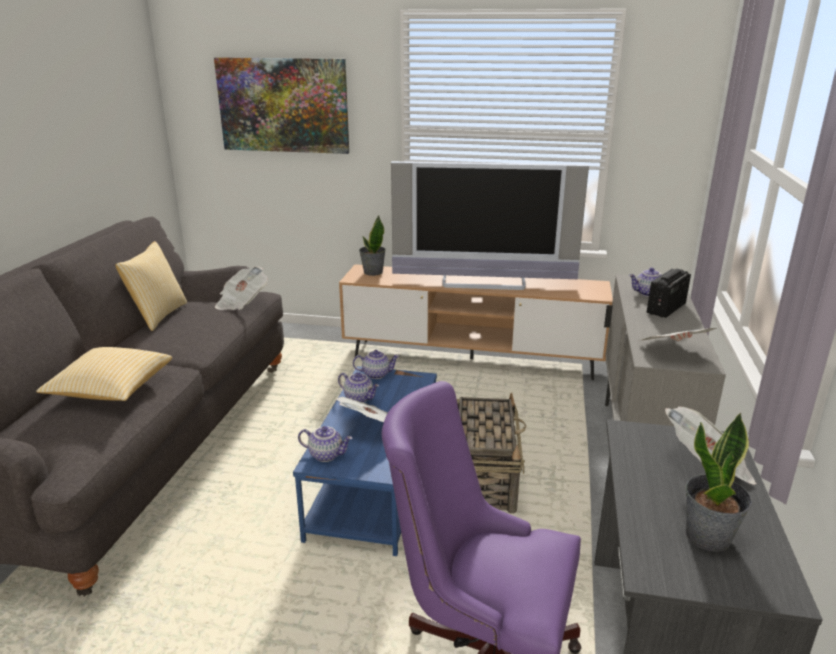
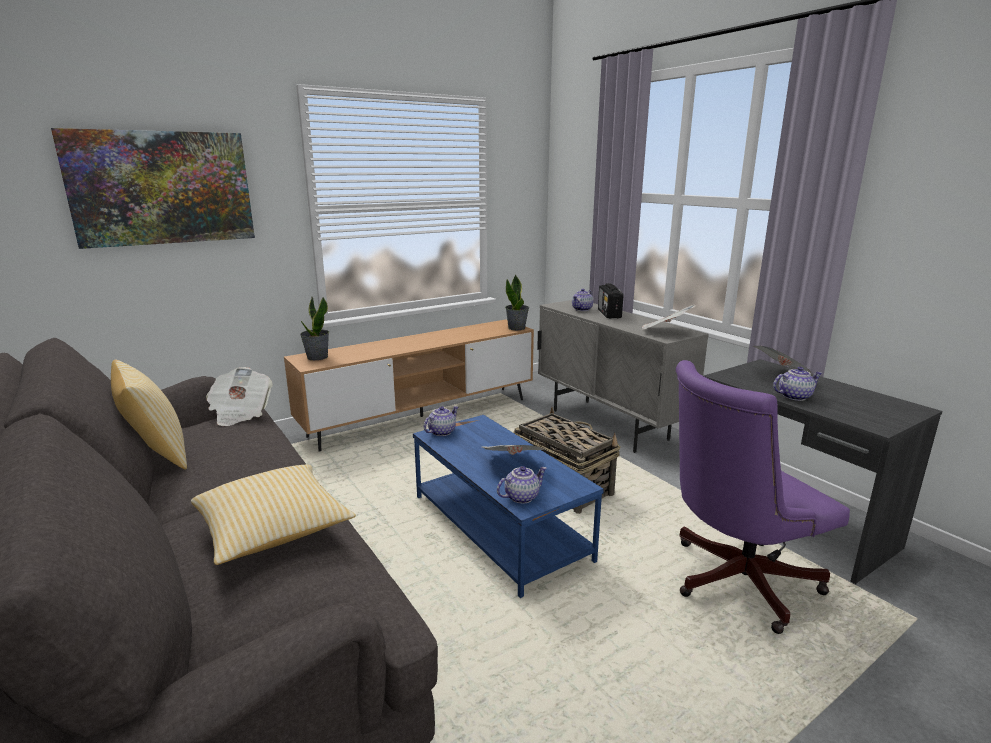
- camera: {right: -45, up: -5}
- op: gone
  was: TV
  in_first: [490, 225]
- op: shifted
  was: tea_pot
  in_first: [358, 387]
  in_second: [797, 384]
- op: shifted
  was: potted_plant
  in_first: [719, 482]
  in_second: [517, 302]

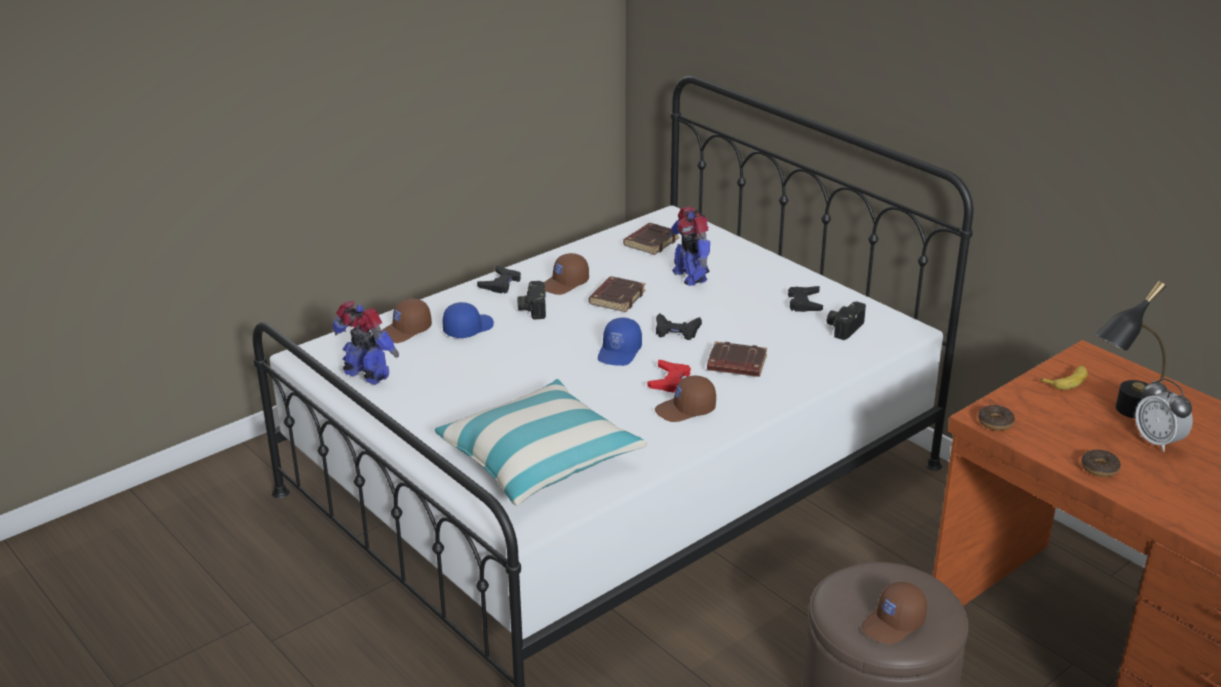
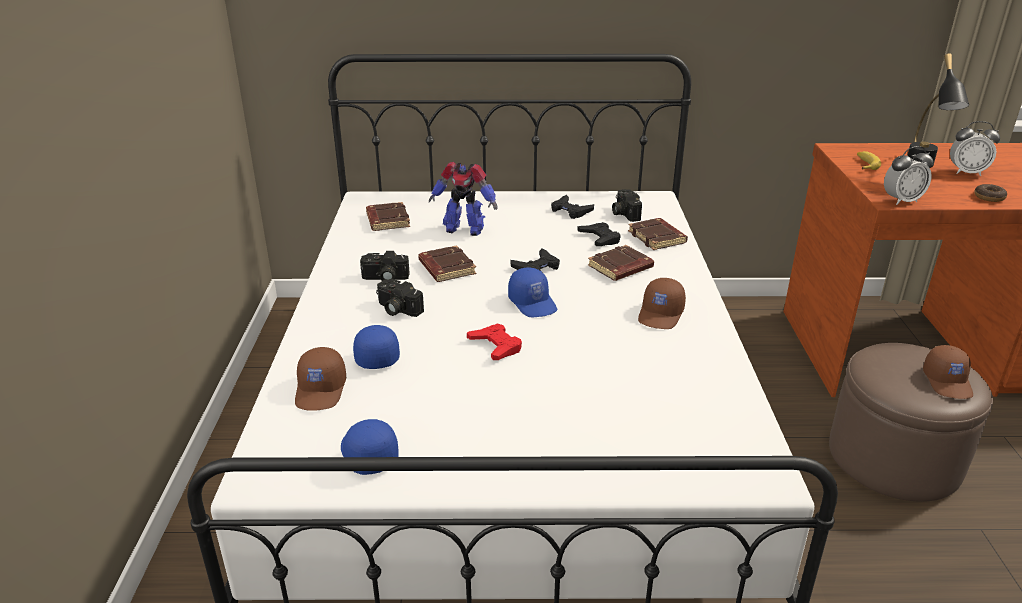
- camera: {right: -50, up: 0}
- op: gone
  was: throw_pillow
  in_first: [541, 442]
- op: new
  now: brown_book
  in_second: [658, 234]
- op: shifted
  was: blackish_game_controller
  in_first: [499, 279]
  in_second: [598, 234]
- op: shifted
  was: reddish_game_controller
  in_first: [669, 376]
  in_second: [494, 341]
- op: swapped
  was: robot_figure
  now: bluish_cap
  in_first: [366, 343]
  in_second: [370, 447]
- op: swapped
  was: brown_cap
  now: still_camera
  in_first: [566, 274]
  in_second: [385, 266]
- op: swapped
  was: ring_doughnut
  now: bedside_clock
  in_first: [996, 418]
  in_second: [909, 175]

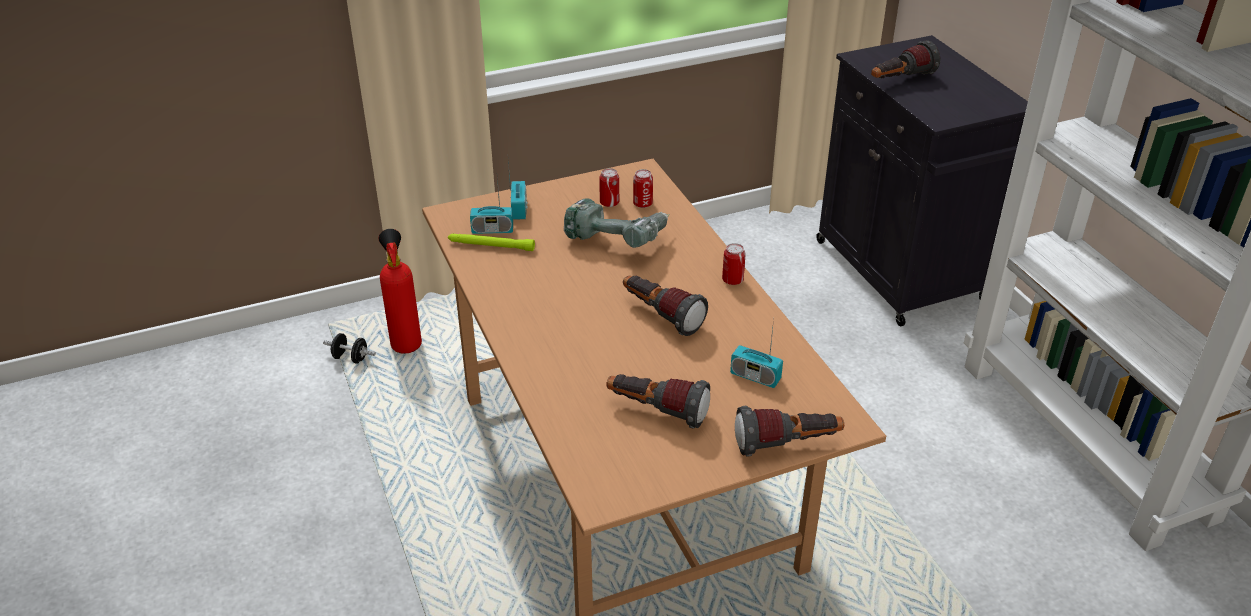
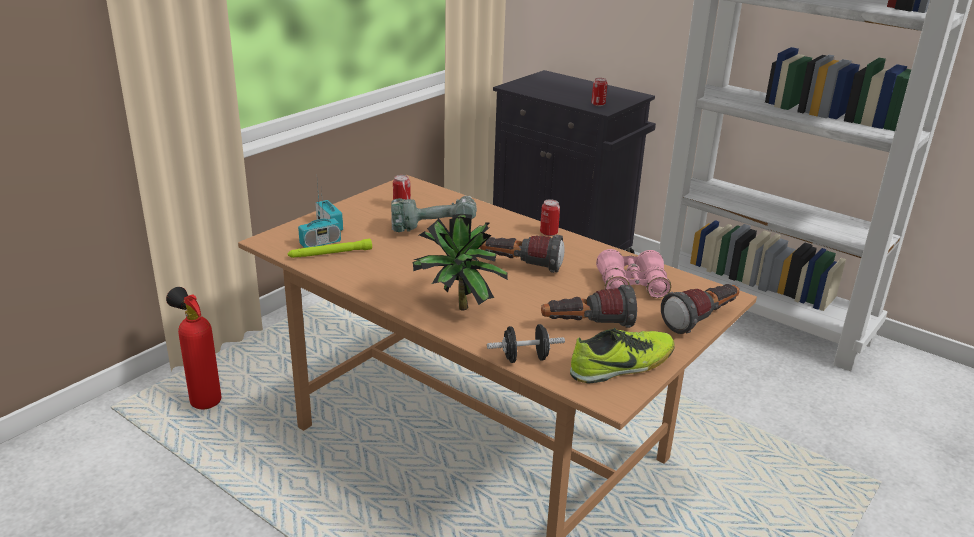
- camera: {right: -30, up: -10}
- op: gone
  was: flashlight
  in_first: [905, 59]
- op: new
  now: potted_plant
  in_second: [460, 262]
- op: new
  now: item_of_footwear
  in_second: [622, 356]
- op: shifted
  was: blackish_hand_weight
  in_first: [349, 348]
  in_second: [526, 343]
- op: shifted
  was: can
  in_first: [643, 188]
  in_second: [599, 92]
- op: swapped
  was: radio
  now: pink-coloured_pair_of_binoculars
  in_first: [756, 353]
  in_second: [633, 273]

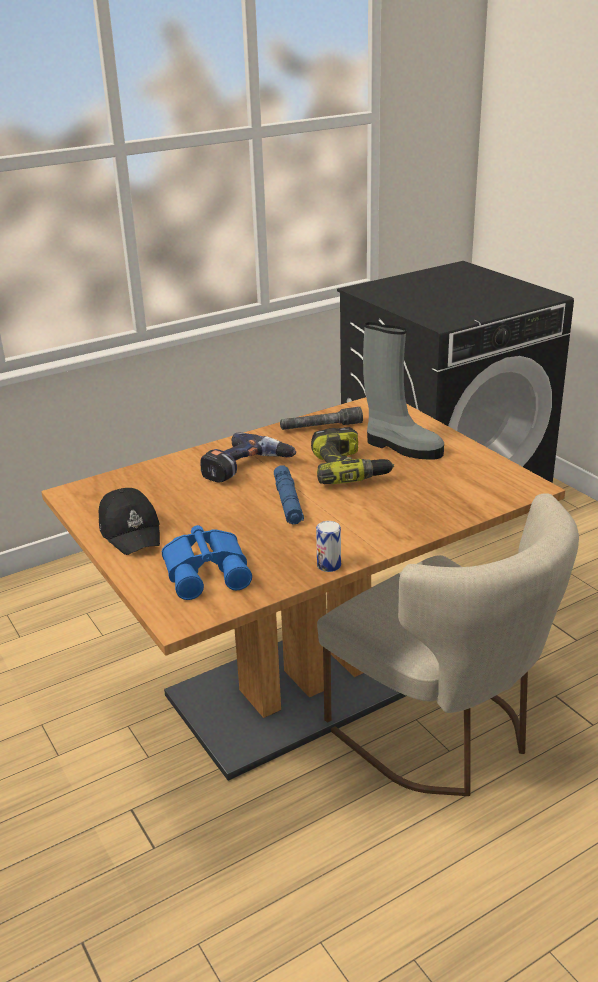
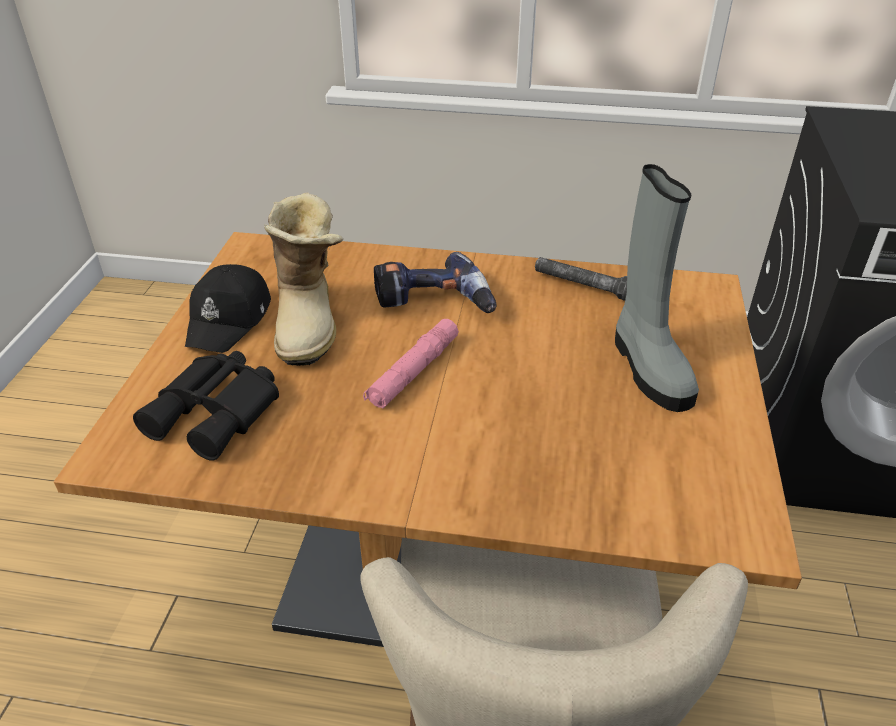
- camera: {right: 40, up: 10}
- op: gone
  was: drill
  in_first: [352, 455]
- op: gone
  was: can
  in_first: [328, 546]
- op: new
  now: tall_boot
  in_second: [303, 279]
- op: repainted
  was: bluish_pair_of_binoculars
  now: blackish_pair_of_binoculars
  in_first: [207, 562]
  in_second: [206, 406]
- op: repainted
  was: bluish_flashlight
  now: pink-coloured_flashlight
  in_first: [289, 494]
  in_second: [411, 363]

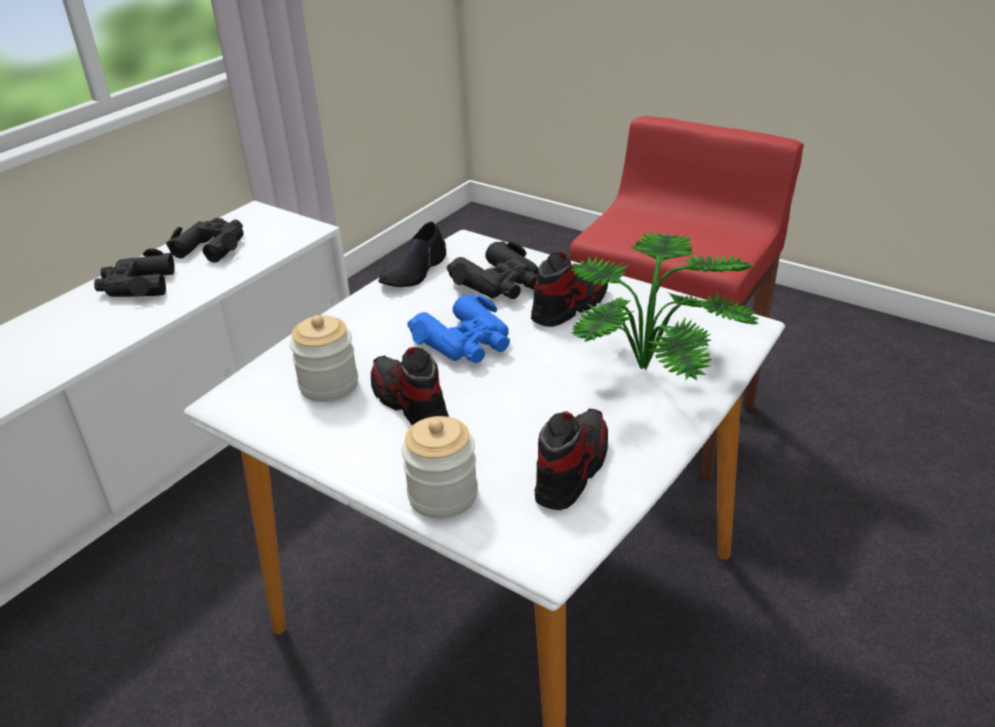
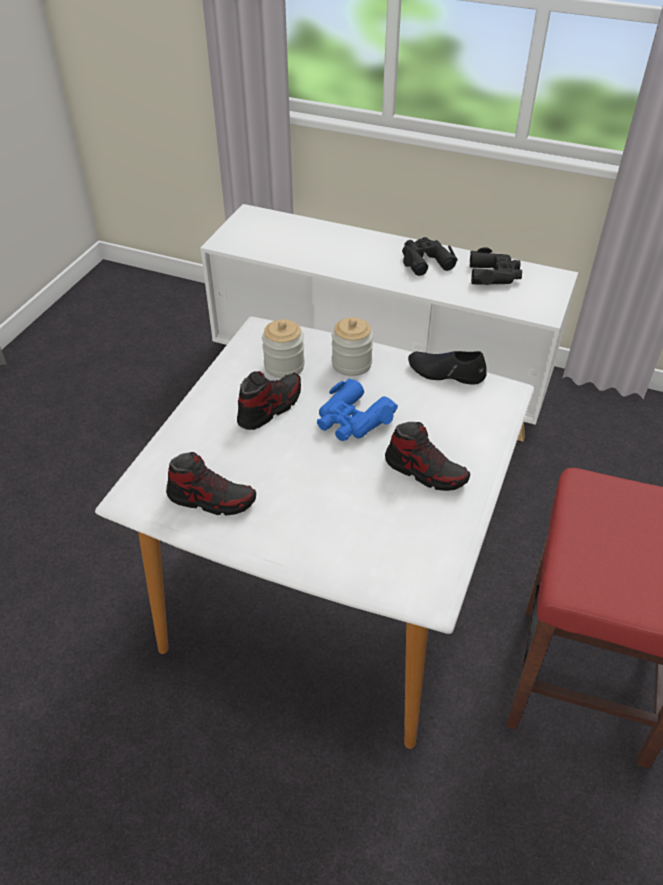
- camera: {right: 75, up: 10}
- op: gone
  was: blackish_pair_of_binoculars
  in_first: [492, 270]
- op: gone
  was: potted_plant
  in_first: [664, 306]
- op: shifted
  was: storage_jar
  in_first: [440, 467]
  in_second: [352, 346]

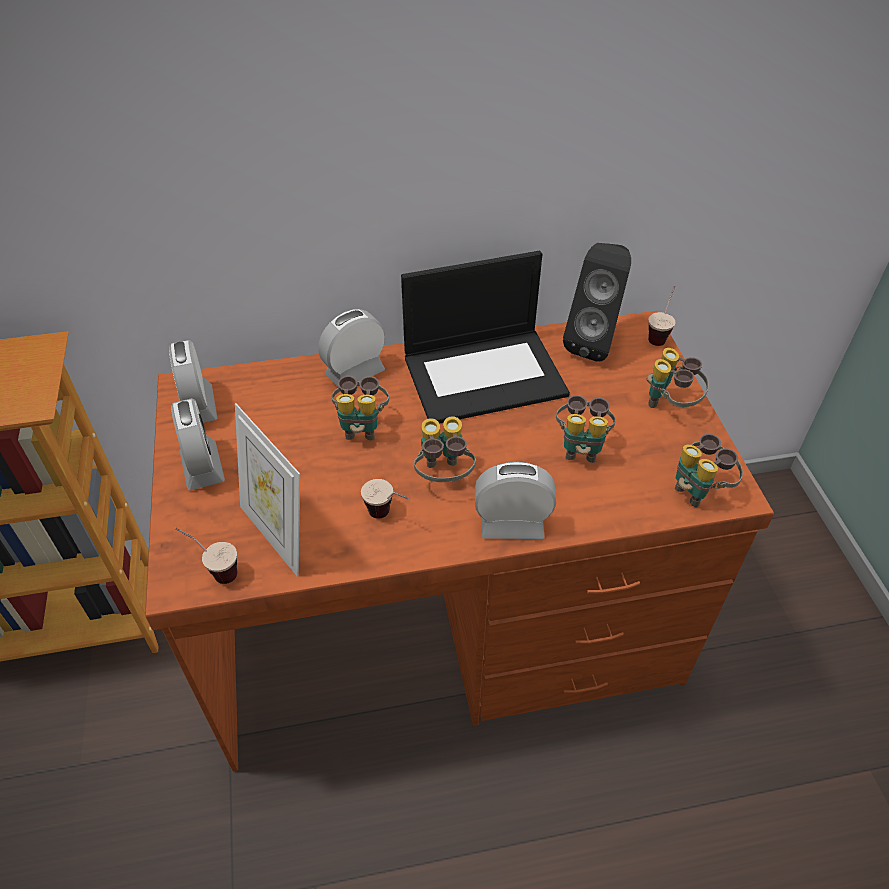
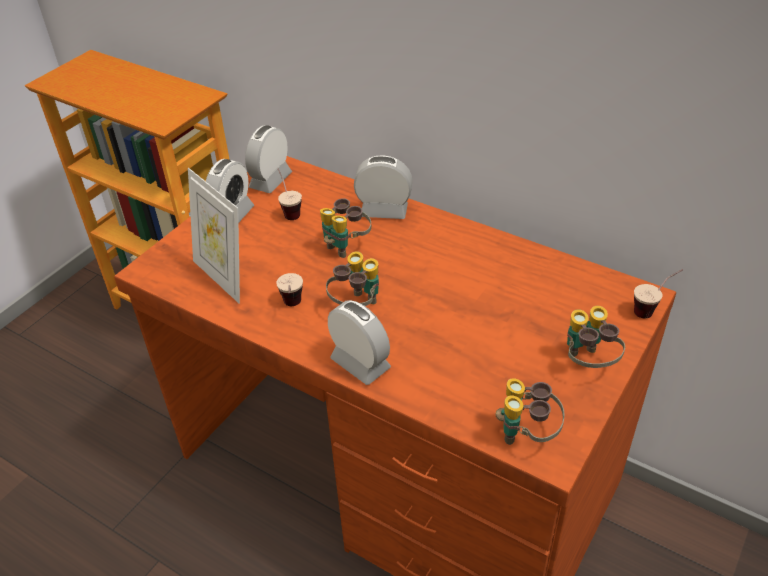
- camera: {right: 45, up: -5}
- op: gone
  was: portable_computer
  in_first: [485, 337]
- op: gone
  was: pair_of_binoculars
  in_first: [586, 429]
- op: gone
  was: blackish_loudspeaker
  in_first: [597, 302]
- op: shifted
  was: drinking_cup
  in_first: [206, 556]
  in_second: [289, 194]
- op: rotated
  was: picture_frame
  in_first: [267, 490]
  in_second: [214, 235]
  clockwise: -45

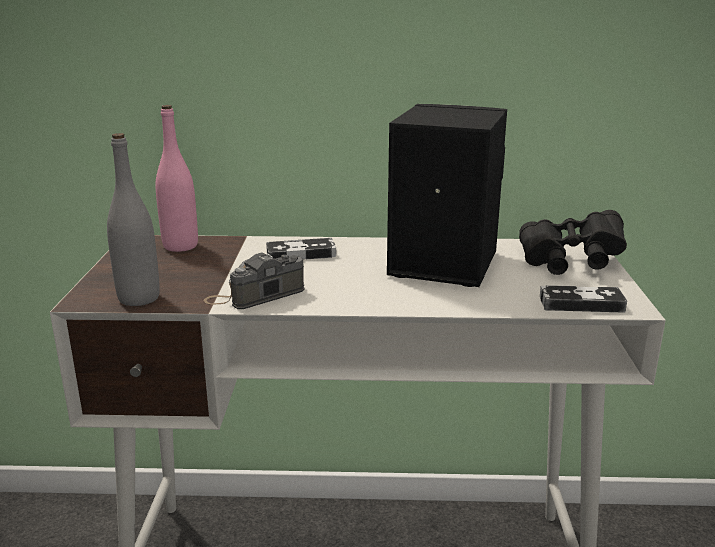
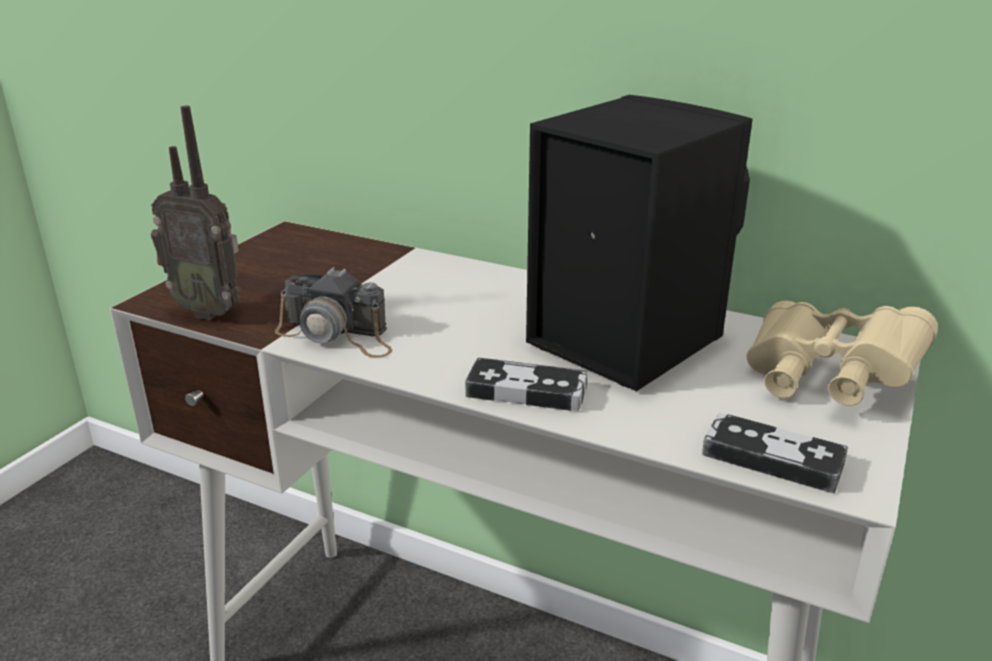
- camera: {right: 25, up: 5}
- op: gone
  was: pink-coloured_bottle
  in_first: [177, 178]
- op: shifted
  was: game_controller
  in_first: [301, 248]
  in_second: [526, 384]
- op: swapped
  was: gray_bottle
  now: radio
  in_first: [133, 219]
  in_second: [196, 213]
- op: repainted
  was: blackish_pair_of_binoculars
  now: beige-coloured_pair_of_binoculars
  in_first: [573, 242]
  in_second: [842, 353]
- op: rotated
  was: still_camera
  in_first: [254, 280]
  in_second: [333, 312]
  clockwise: -150

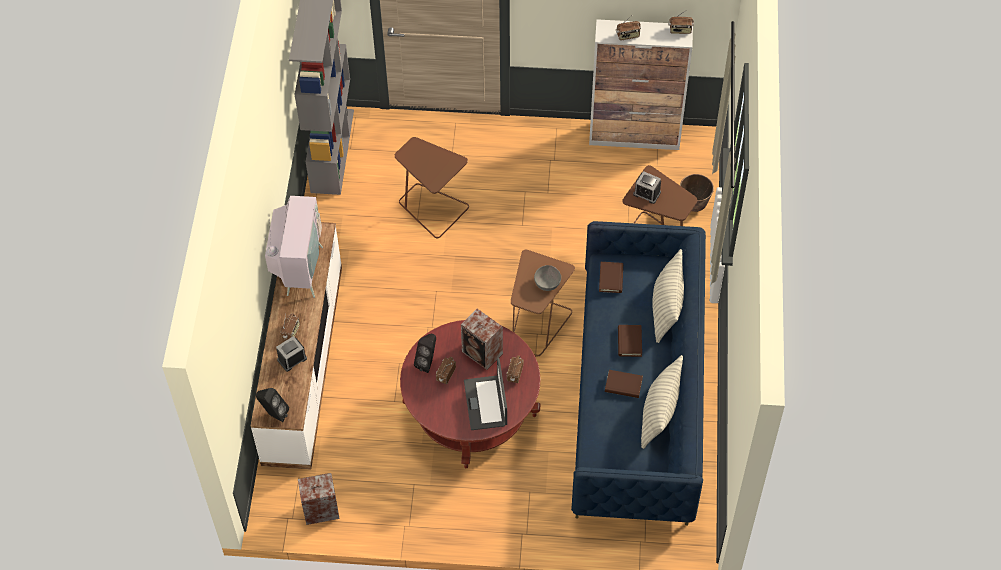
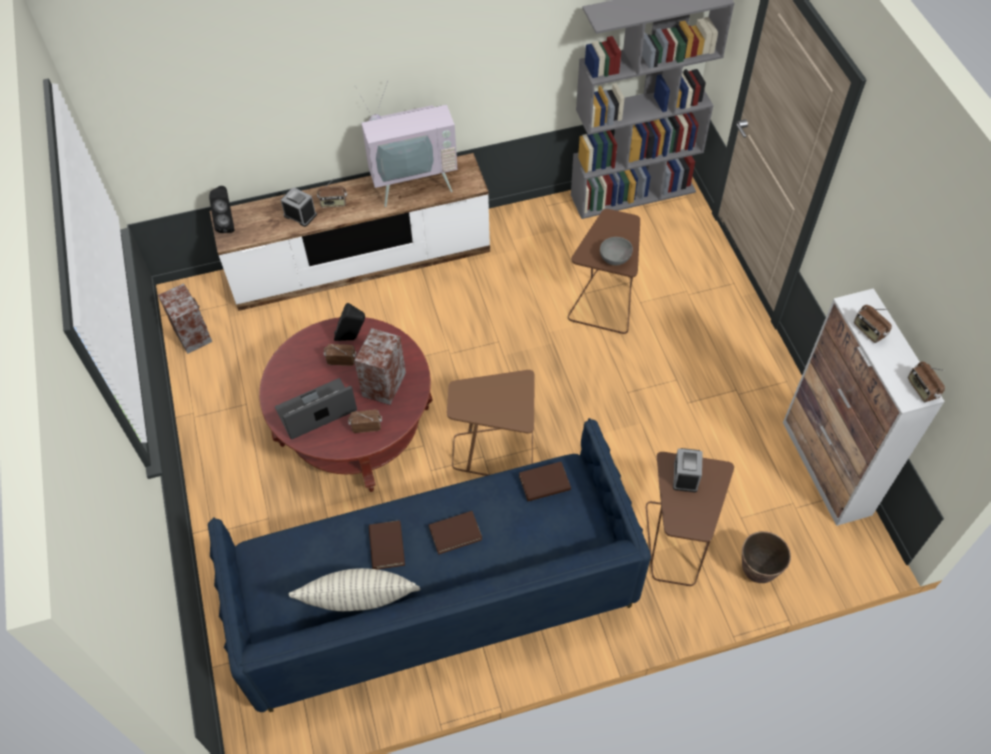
- camera: {right: 70, up: 0}
- op: gone
  was: throw_pillow
  in_first: [668, 296]
- op: shifted
  was: gray_serving_bowl
  in_first: [547, 278]
  in_second: [616, 251]

